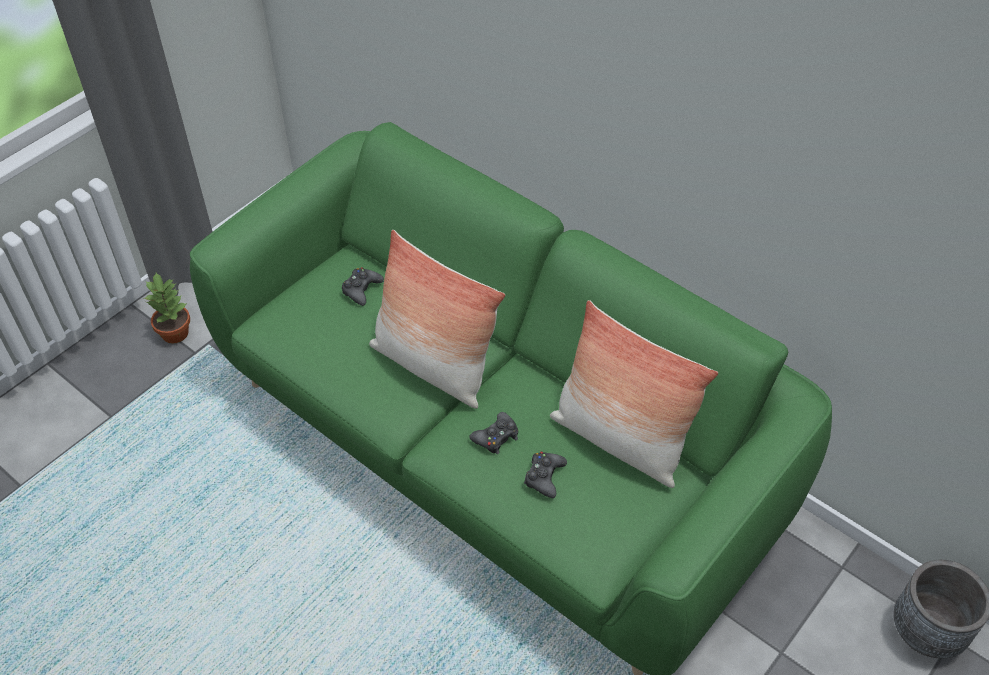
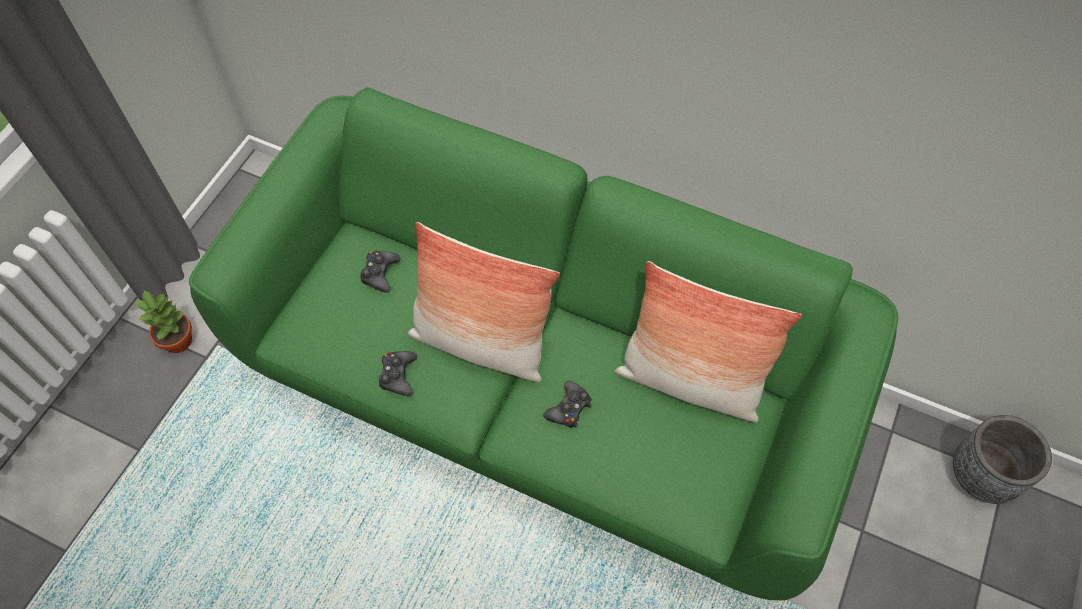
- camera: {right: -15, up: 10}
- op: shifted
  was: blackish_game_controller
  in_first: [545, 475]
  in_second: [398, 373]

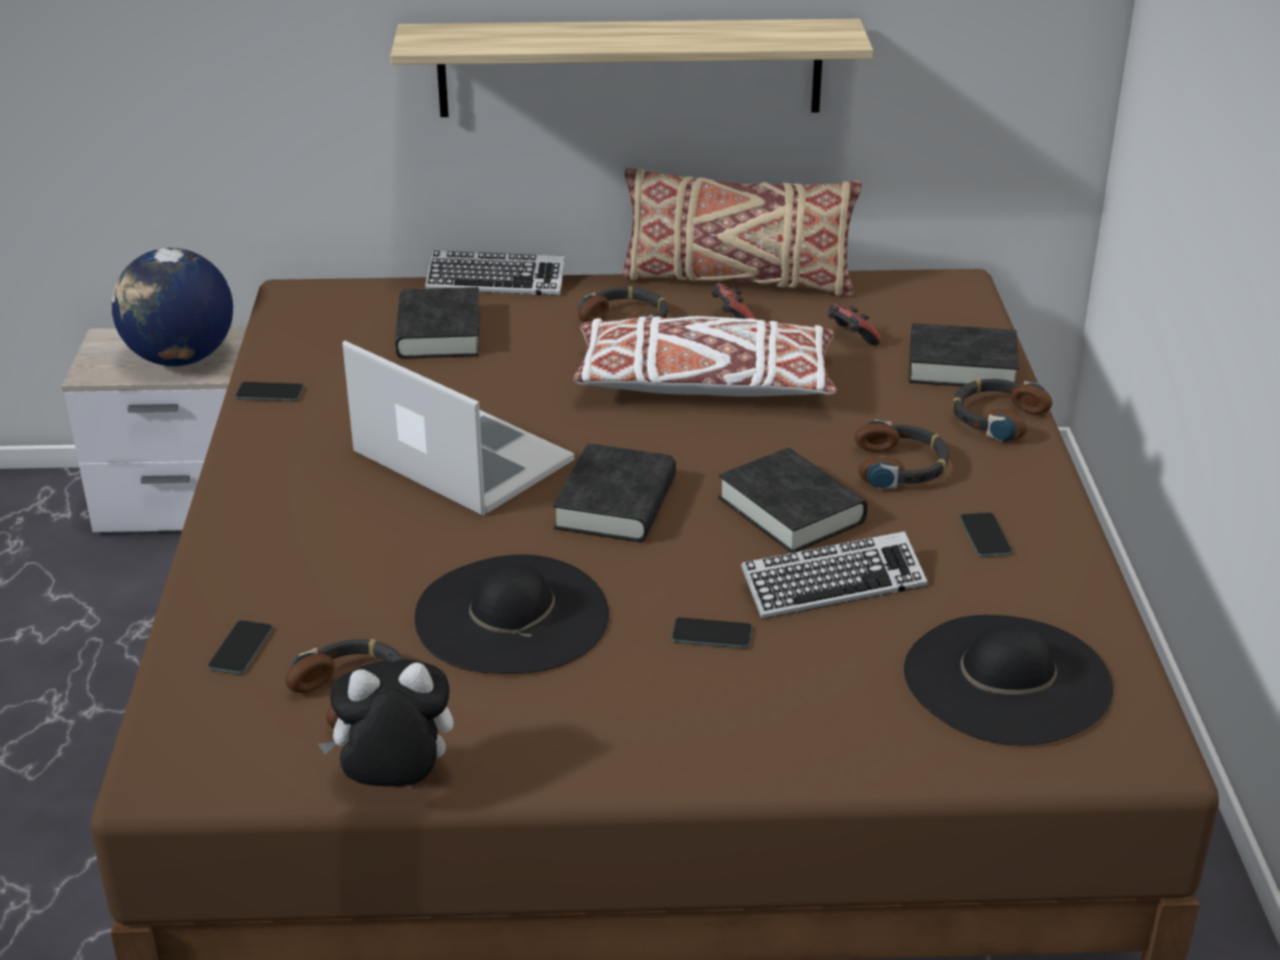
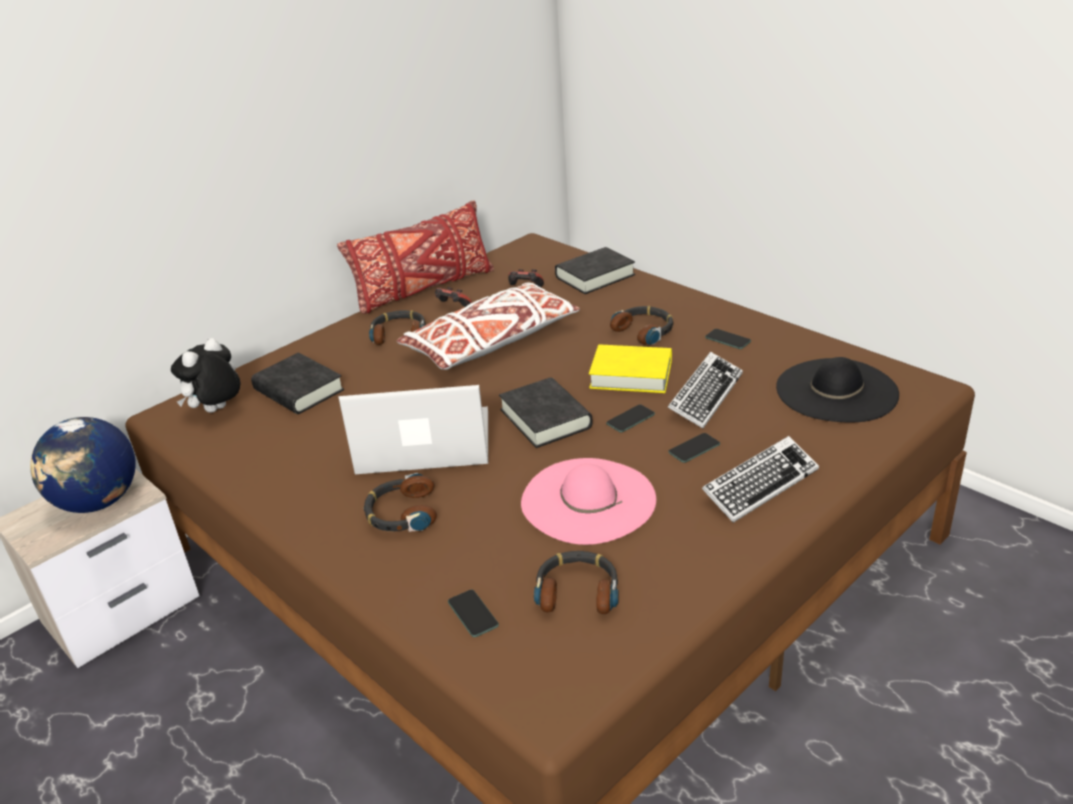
- camera: {right: -40, up: 0}
- op: gone
  was: shelf
  in_first: [632, 68]
- op: shifted
  was: phone
  in_first: [269, 391]
  in_second: [630, 419]
- op: shifted
  was: cuddly_toy
  in_first: [386, 723]
  in_second: [205, 375]
- op: shifted
  was: PC_keyboard
  in_first: [495, 273]
  in_second: [760, 479]
- op: shifted
  was: headphones
  in_first: [1002, 410]
  in_second: [400, 502]
- op: repainted
  was: blackish_hat
  now: pink-coloured_hat
  in_first: [512, 614]
  in_second: [588, 501]
- op: repainted
  was: beige-coloured_throw_pillow
  now: reddish_throw_pillow
  in_first: [742, 232]
  in_second: [415, 257]
- op: repainted
  was: blackish_book
  now: yellow_book
  in_first: [792, 500]
  in_second: [630, 368]

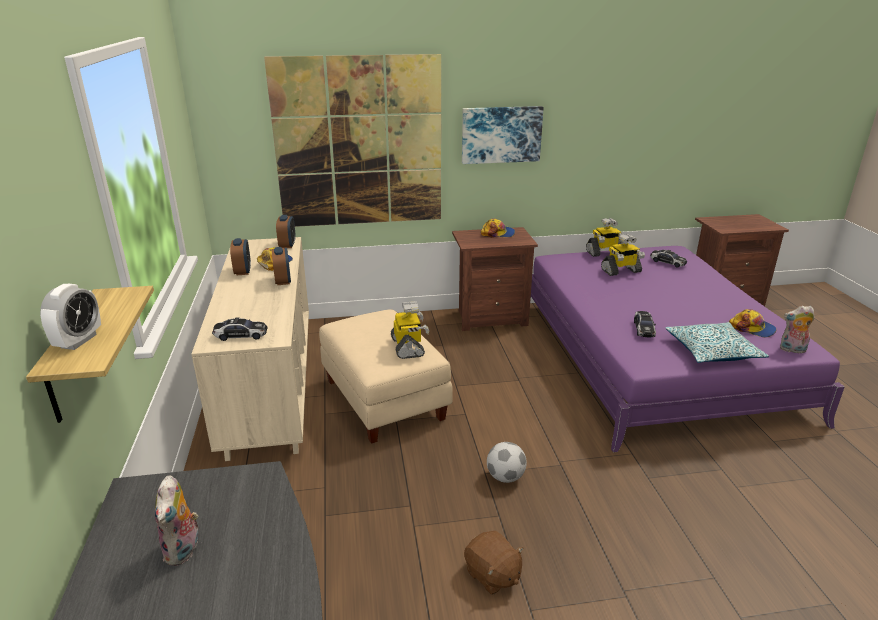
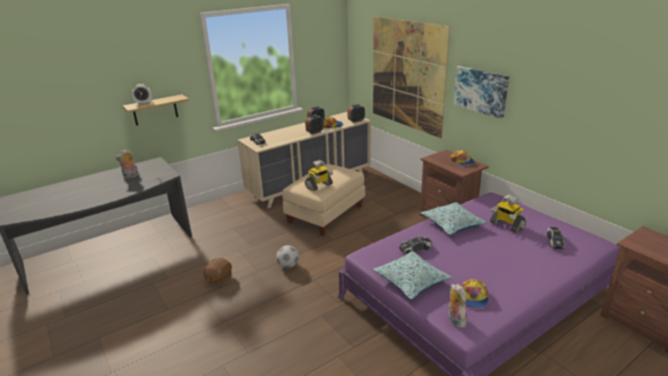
- camera: {right: 65, up: 0}
- op: gone
  was: robot_figure
  in_first: [604, 237]
- op: new
  now: throw_pillow
  in_second: [454, 218]

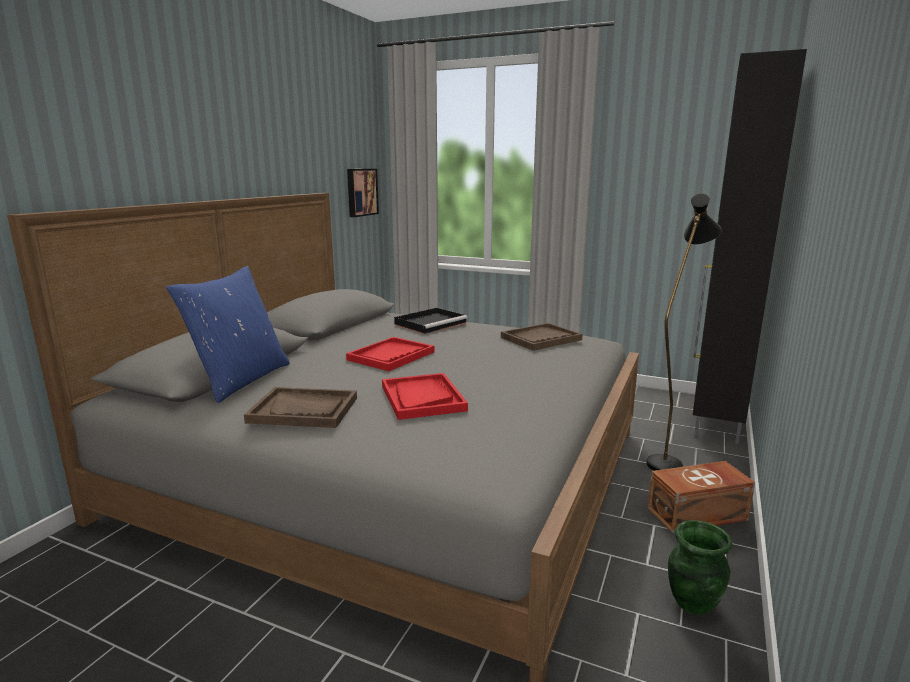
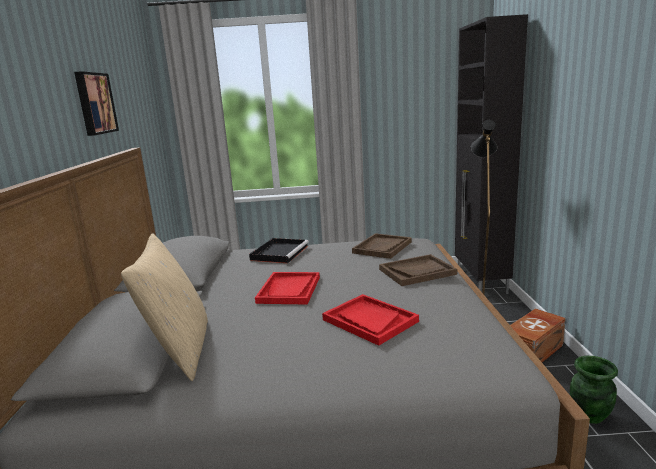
- camera: {right: -25, up: 0}
- op: shifted
  was: brown_serving_tray
  in_first: [300, 407]
  in_second: [418, 270]
- op: shifted
  was: wall_art
  in_first: [363, 193]
  in_second: [96, 103]
- op: repainted
  was: bluish_throw_pillow
  now: beige-coloured_throw_pillow
  in_first: [228, 334]
  in_second: [164, 307]

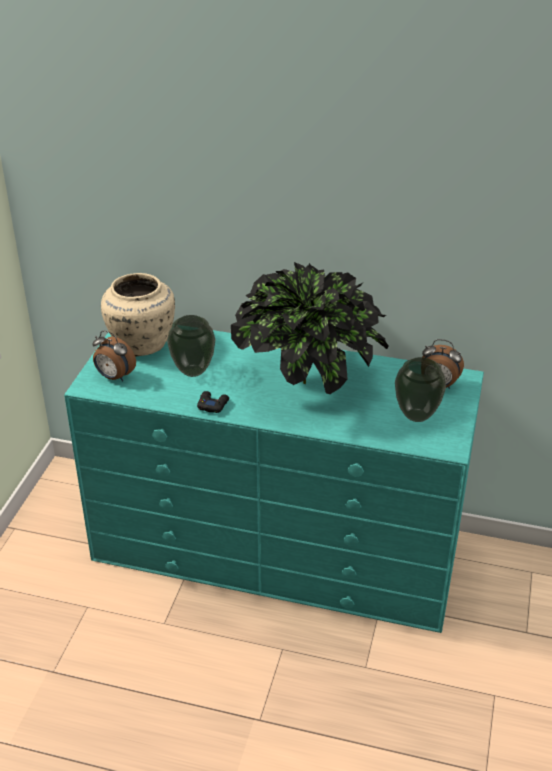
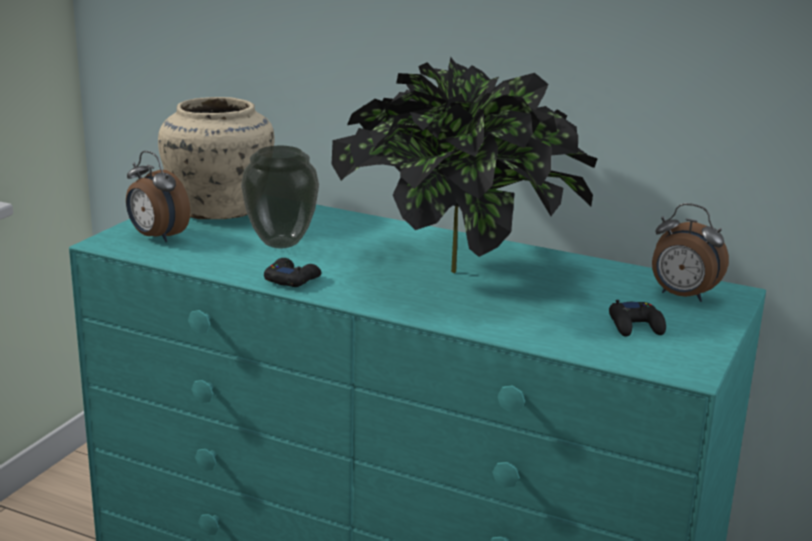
- camera: {right: 10, up: -15}
- op: swapped
  was: vase
  now: blackish_game_controller
  in_first: [420, 389]
  in_second: [637, 318]

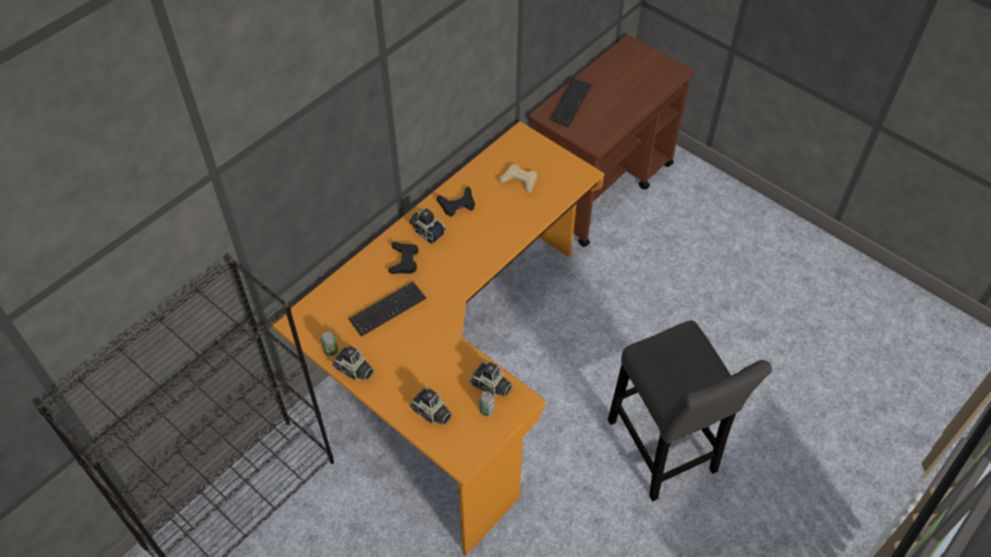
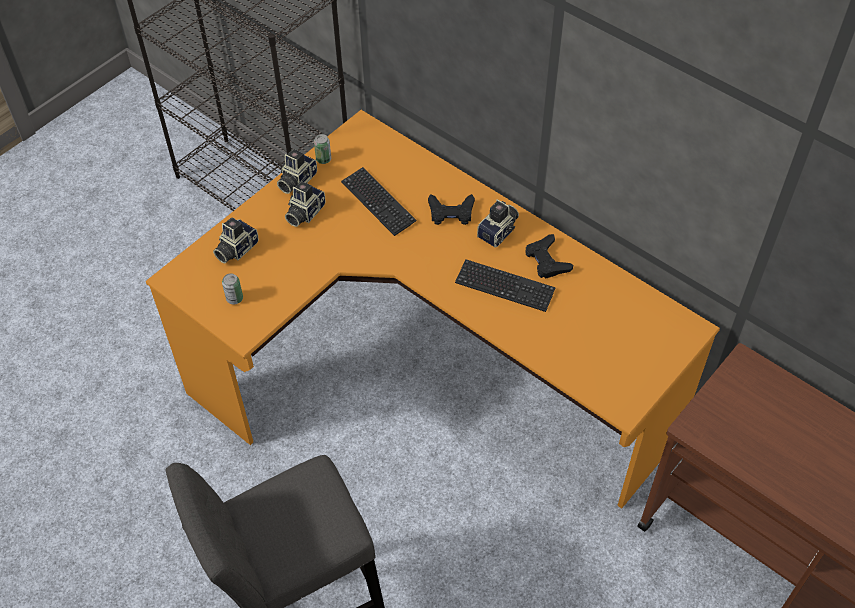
- camera: {right: 90, up: 0}
- op: gone
  was: beige-coloured_game_controller
  in_first: [518, 178]
- op: shifted
  was: still_camera
  in_first: [491, 379]
  in_second: [305, 204]
- op: shifted
  was: PC_keyboard
  in_first: [570, 102]
  in_second: [505, 285]

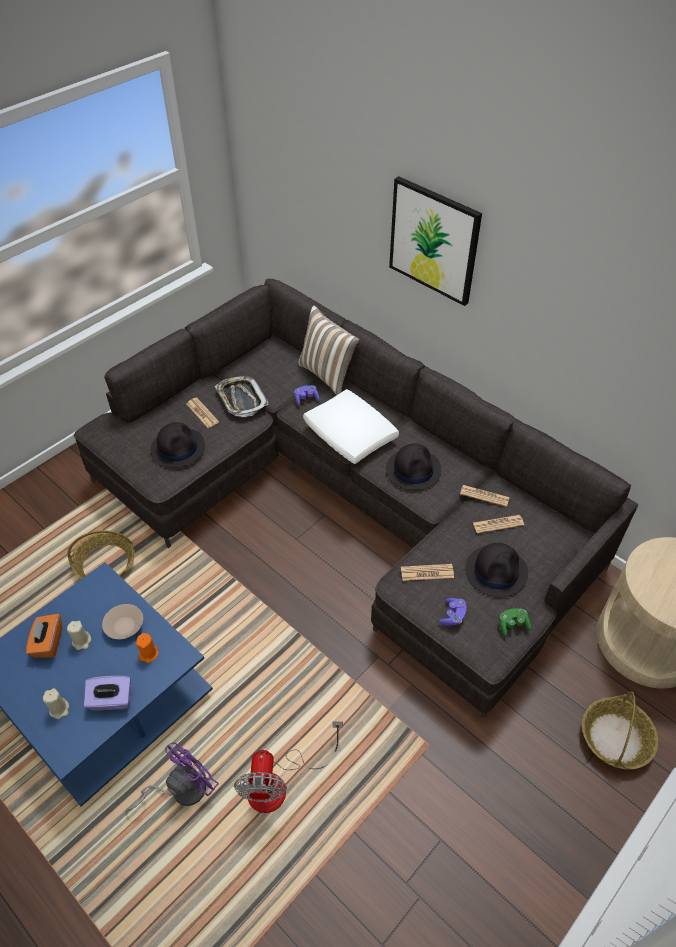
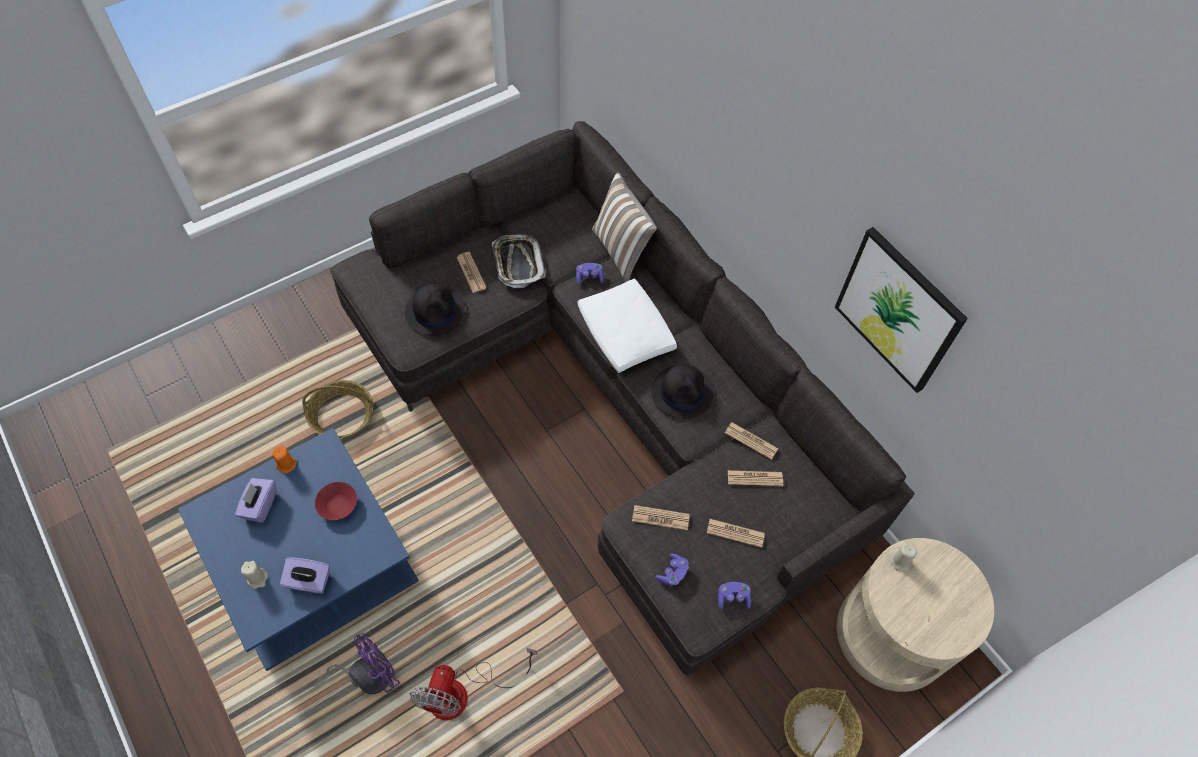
- camera: {right: 10, up: 10}
- op: shifted
  was: beige-coloured_candle
  in_first: [79, 635]
  in_second: [903, 557]
- op: shifted
  was: orangey_candle
  in_first: [147, 648]
  in_second: [284, 459]
- op: shifted
  was: wall_art
  in_first: [435, 241]
  in_second: [901, 310]
- op: swapped
  was: blackish_hat
  now: newspaper
  in_first: [496, 570]
  in_second: [736, 533]
- op: repainted
  was: orangey_tissue_holder
  now: purple_tissue_holder
  in_first: [44, 636]
  in_second: [256, 500]
- op: repainted
  was: beige-coloured_serving_bowl
  now: reddish_serving_bowl
  in_first: [122, 621]
  in_second: [336, 501]
- op: repainted
  was: green-coloured_game_controller
  now: purple_game_controller
  in_first: [515, 622]
  in_second: [734, 595]

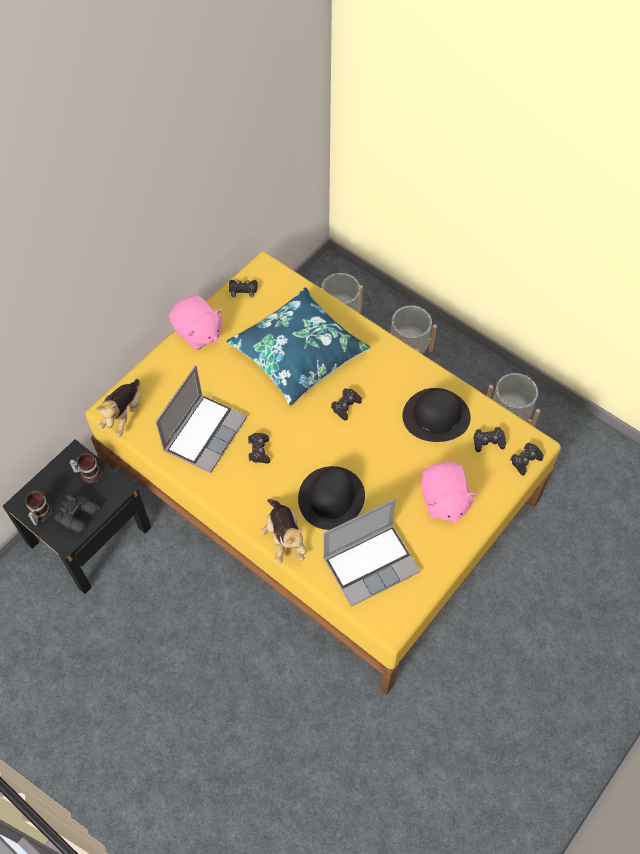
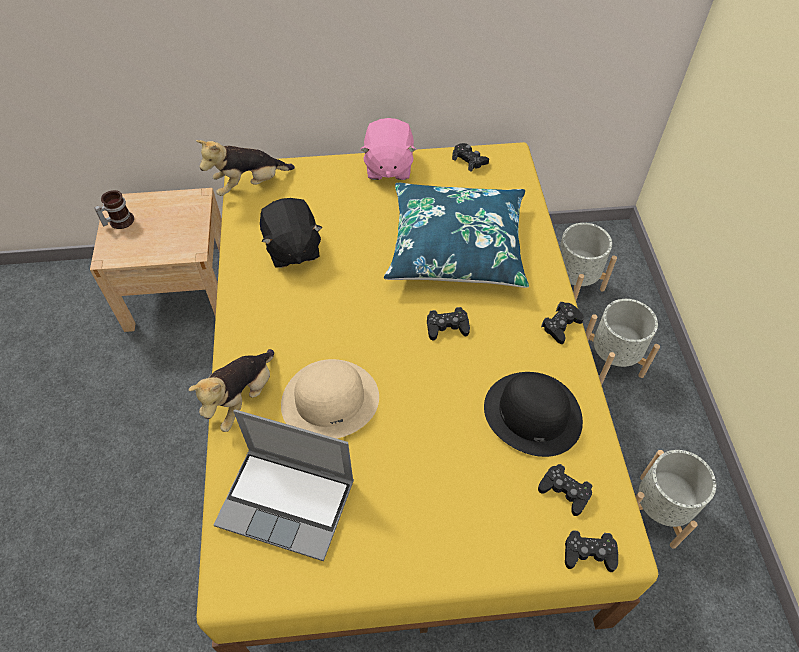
- camera: {right: 45, up: -5}
- op: gone
  was: blackish_pair_of_binoculars
  in_first: [77, 513]
- op: gone
  was: coffee_mug
  in_first: [86, 468]
- op: gone
  was: pink-coloured_cuddly_toy
  in_first: [449, 492]
- op: shifted
  was: blackish_game_controller
  in_first: [259, 448]
  in_second: [562, 323]
- op: swapped
  was: portable_computer
  now: blackish_cuddly_toy
  in_first: [201, 419]
  in_second: [291, 233]
- op: repainted
  was: blackish_night_table
  now: beige-coloured_night_table
  in_first: [77, 516]
  in_second: [156, 260]
- op: repainted
  was: blackish_hat
  now: beige-coloured_hat
  in_first: [331, 498]
  in_second: [330, 399]

